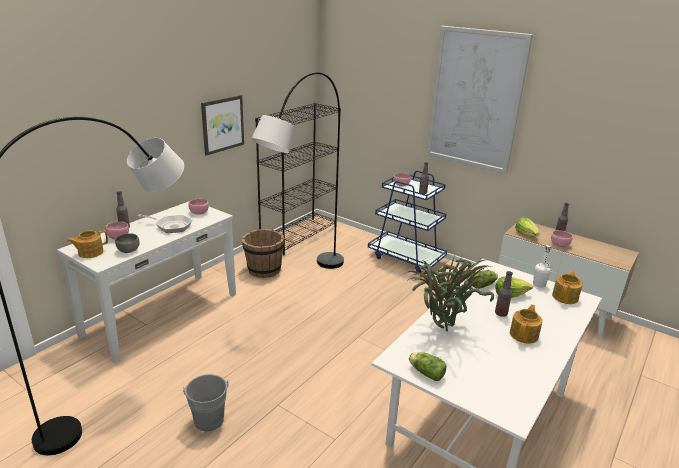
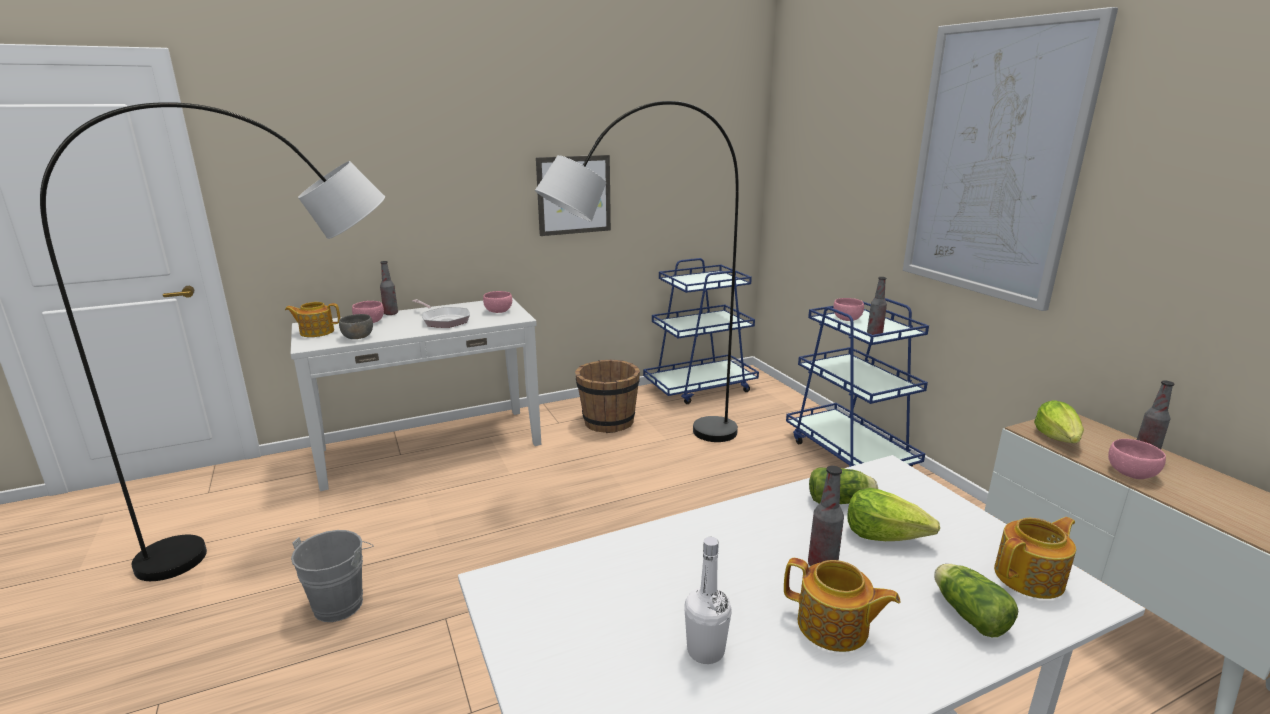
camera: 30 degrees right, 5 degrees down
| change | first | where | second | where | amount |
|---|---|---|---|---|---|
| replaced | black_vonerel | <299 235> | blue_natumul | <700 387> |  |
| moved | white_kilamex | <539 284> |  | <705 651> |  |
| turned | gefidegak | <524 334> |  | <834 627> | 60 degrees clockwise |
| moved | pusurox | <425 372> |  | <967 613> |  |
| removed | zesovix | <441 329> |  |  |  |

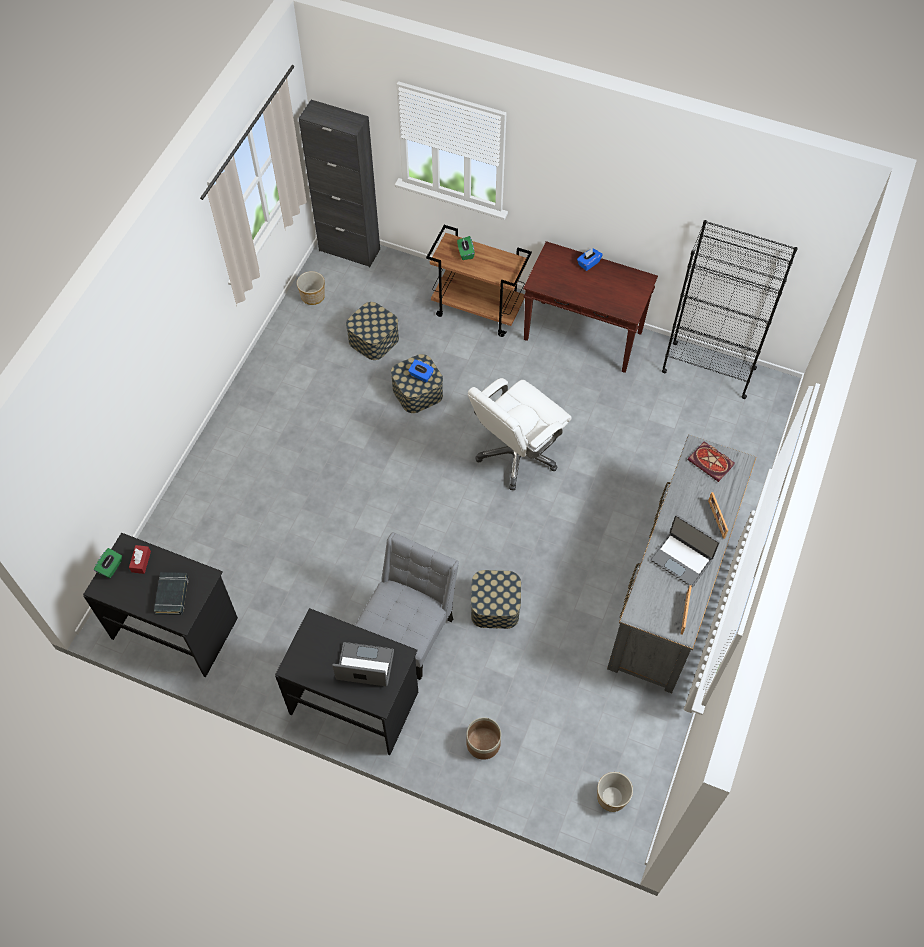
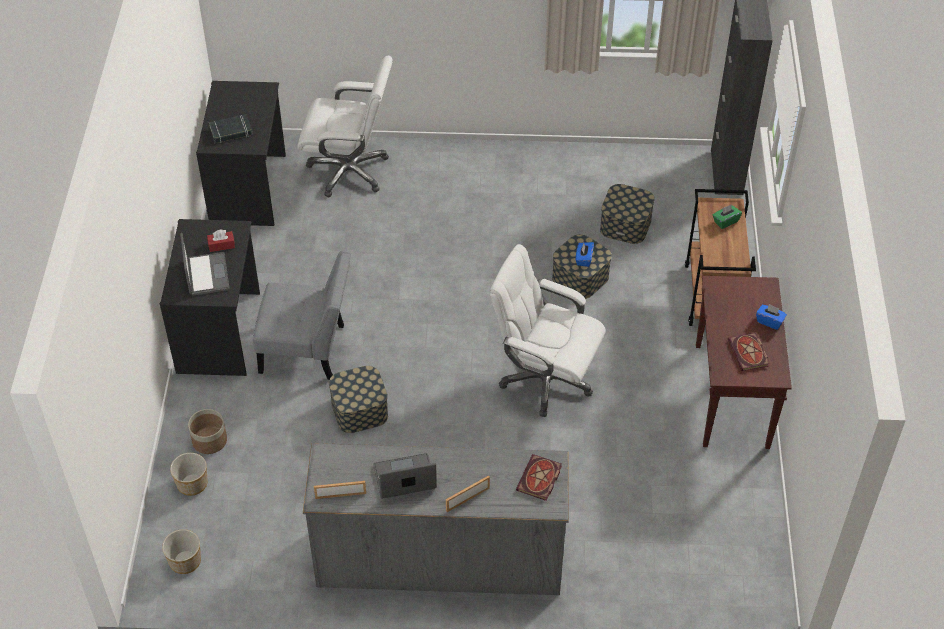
camera: 70 degrees right, 10 degrees down
| change | first | where | second | where | amount |
|---|---|---|---|---|---|
| moved | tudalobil | <312 296> |  | <192 483> |  |
| moved | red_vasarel | <141 561> |  | <221 245> |  |
| added |  |  | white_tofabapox | <350 170> |  |
| turned | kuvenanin | <681 559> |  | <405 479> | 60 degrees clockwise |
| added |  |  | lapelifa | <749 354> |  |
| removed | green_vasarel | <111 567> |  |  |  |
| removed | black_vonerel | <708 370> |  |  |  |

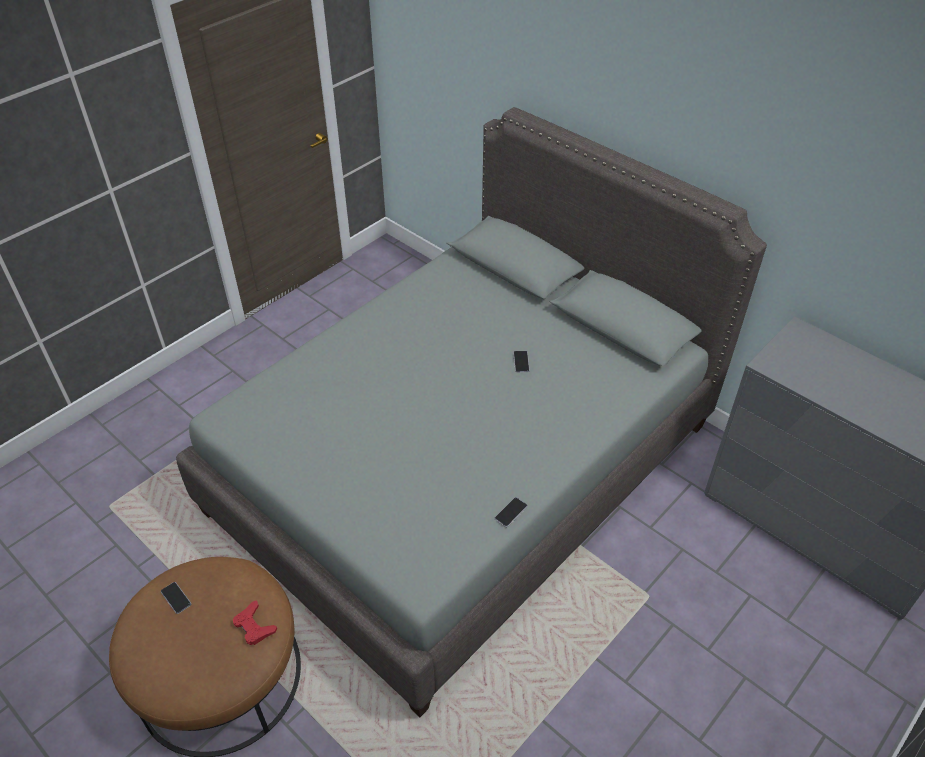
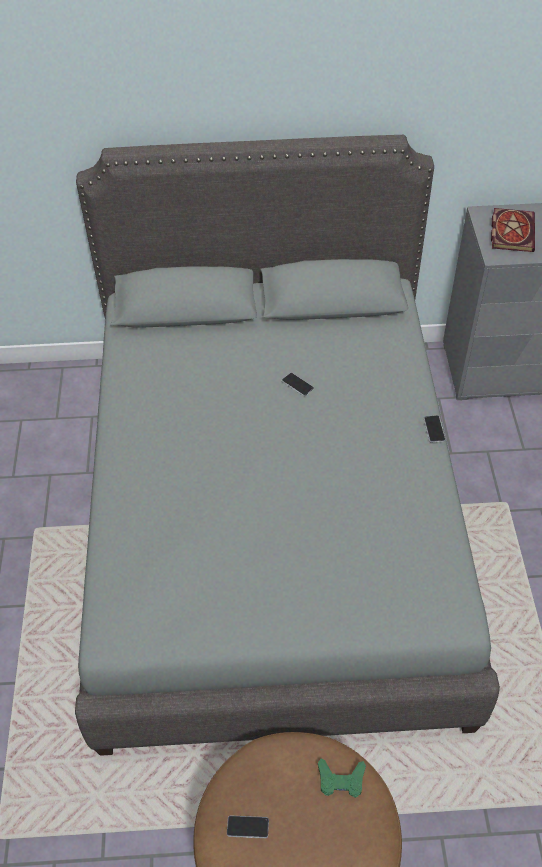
camera: 45 degrees left, 5 degrees up
| change | first | where | second | where | amount |
|---|---|---|---|---|---|
| recoloured | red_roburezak | <254 626> | green_roburezak | <341 780> |  |
| moved | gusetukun | <511 512> |  | <434 429> |  |
| added |  |  | lapelifa | <511 231> |  |

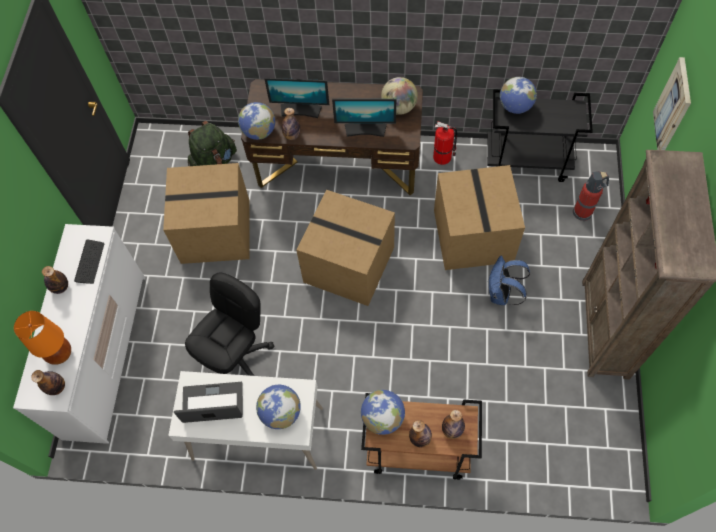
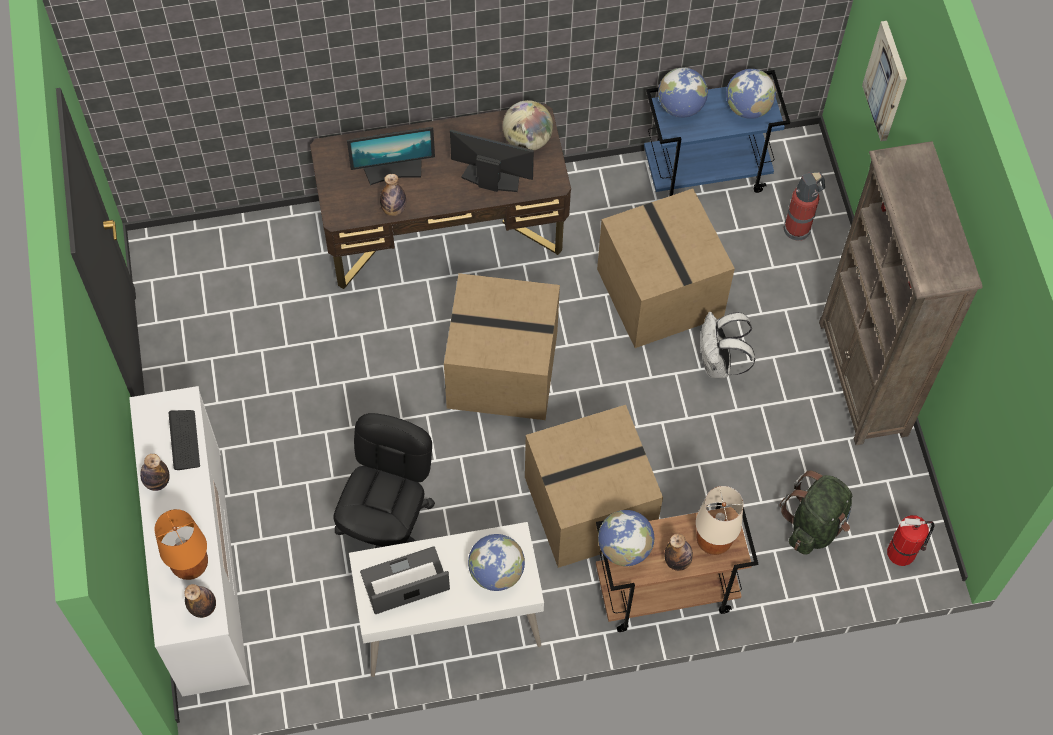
camera: 20 degrees left, 0 degrees up
| change | first | where | second | where | amount |
|---|---|---|---|---|---|
| turned | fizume | <365 129> |  | <491 179> | 150 degrees counterclockwise |
| moved | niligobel | <214 232> |  | <588 508> |  |
| recoloured | black_natumul | <527 161> | blue_natumul | <706 173> |  |
| replaced | kilamex | <452 430> | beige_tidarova | <713 542> |  |
| recoloured | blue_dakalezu | <501 294> | white_dakalezu | <718 364> |  |
| moved | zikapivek | <259 132> |  | <748 108> |  |
| moved | green_dakalezu | <214 161> |  | <815 524> |  |
| moved | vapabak | <443 157> |  | <903 552> |  |

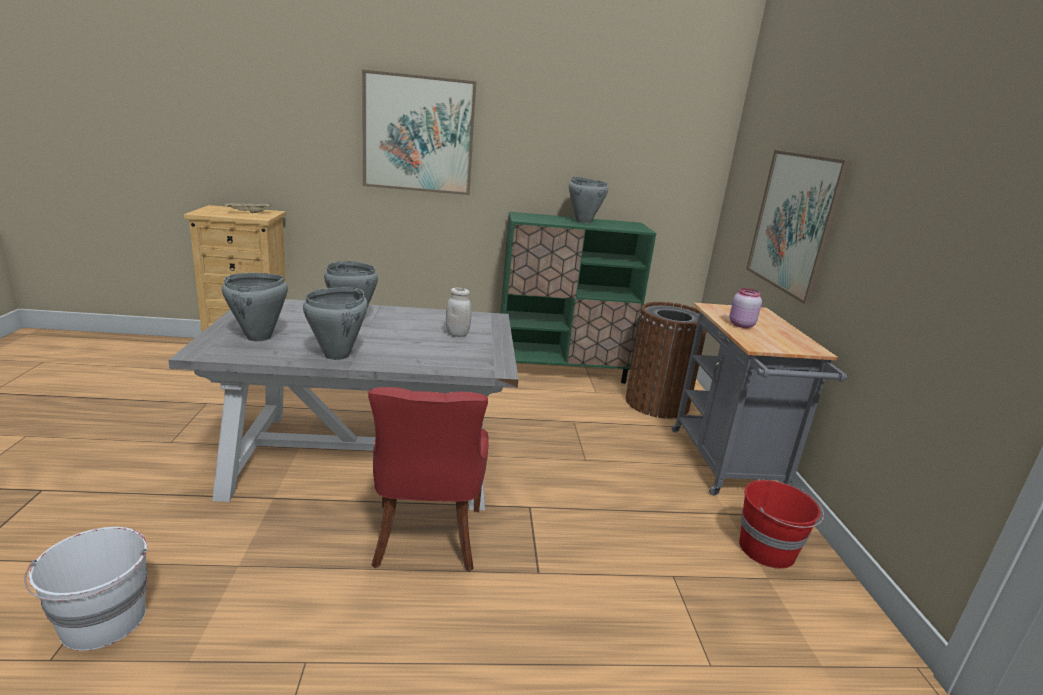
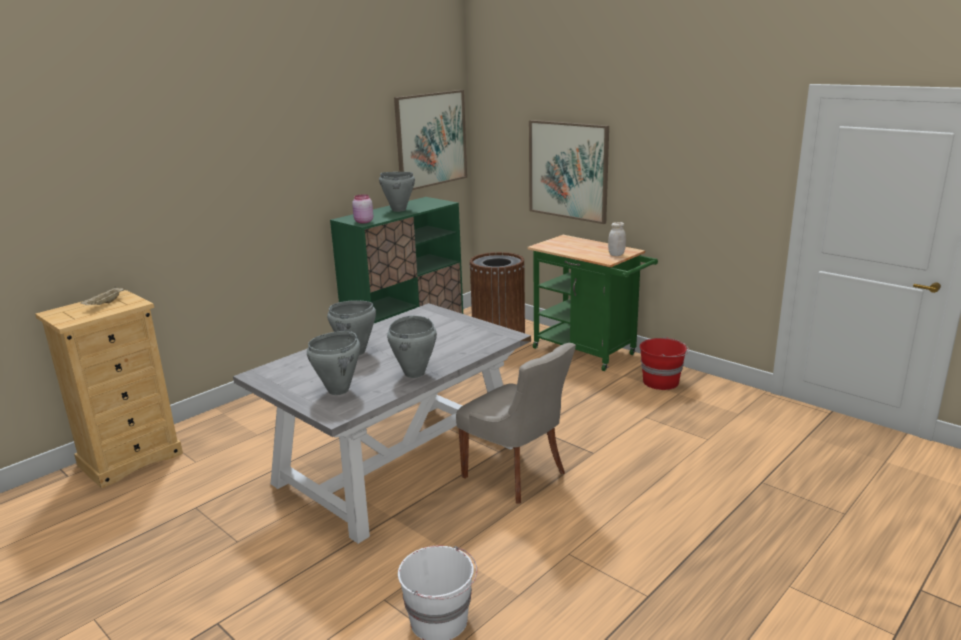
camera: 40 degrees left, 0 degrees up
| change | first | where | second | where | amount |
|---|---|---|---|---|---|
| moved | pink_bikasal | <740 325> |  | <363 222> |  |
| moved | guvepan | <418 134> |  | <431 139> |  |
| recoloured | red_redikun | <426 538> | grey_redikun | <517 475> |  |
| recoloured | grey_natumul | <728 467> | green_natumul | <589 352> |  |
| moved | white_bikasal | <457 334> |  | <616 254> |  |

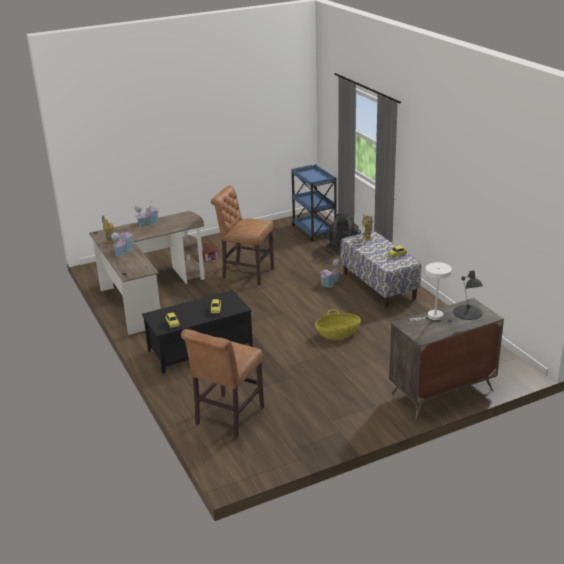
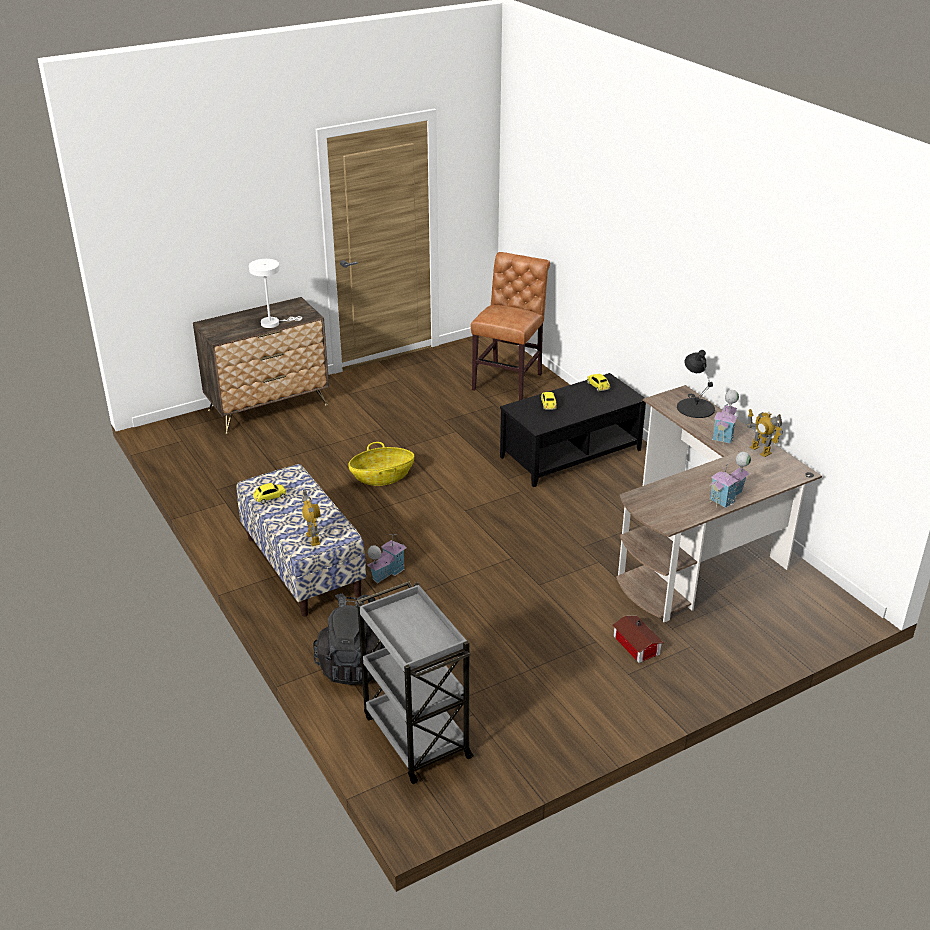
camera: 175 degrees right, 5 degrees up
| change | first | where | second | where | amount |
|---|---|---|---|---|---|
| recoloured | blue_natumul | <314 231> | grey_natumul | <415 735> |  |
| moved | black_tidarova | <467 312> |  | <695 407> |  |
| removed | brown_redikun | <245 273> |  |  |  |

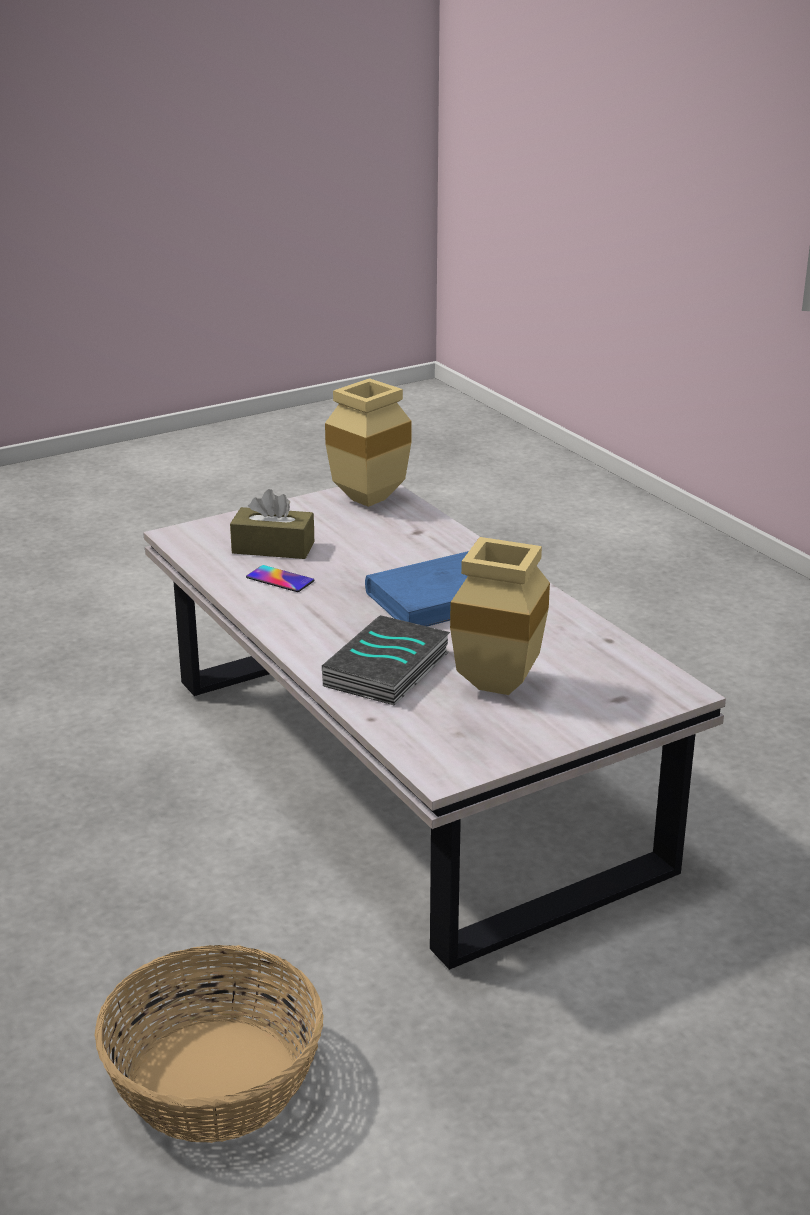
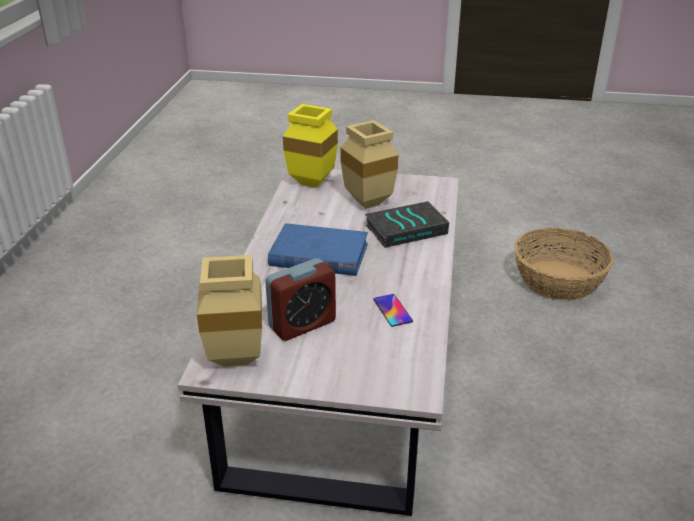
camera: 140 degrees left, 5 degrees up
| change | first | where | second | where | amount |
|---|---|---|---|---|---|
| added |  |  | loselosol | <302 324> |  |
| added |  |  | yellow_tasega | <314 183> |  |
| removed | brown_vasarel | <273 548> |  |  |  |

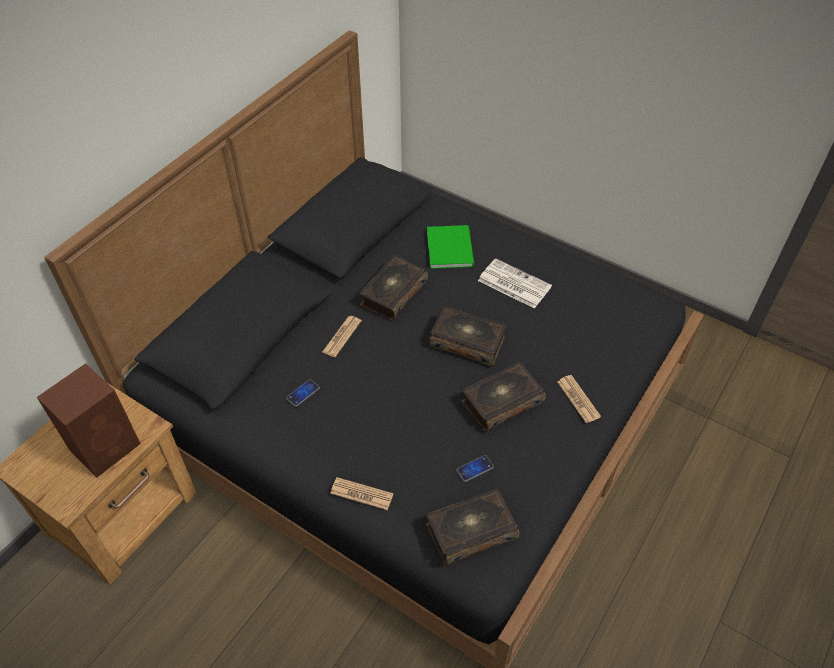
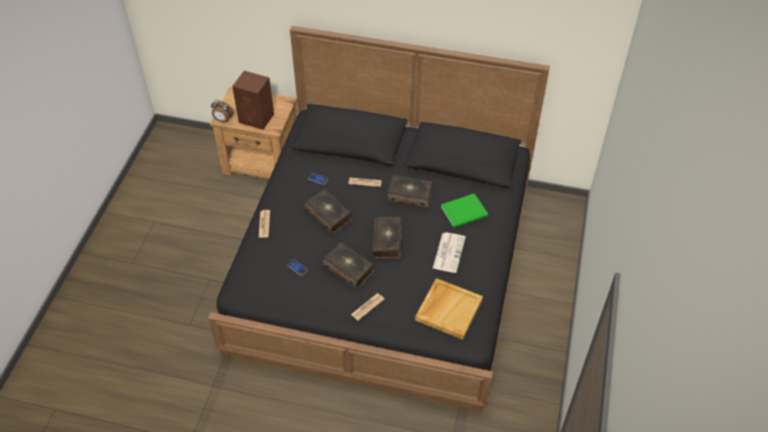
camera: 70 degrees right, 0 degrees up
| change | first | where | second | where | amount |
|---|---|---|---|---|---|
| added |  |  | loselosol | <223 120> |  |
| moved | lapelifa | <470 531> |  | <328 215> |  |
| added |  |  | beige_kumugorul | <448 309> |  |

